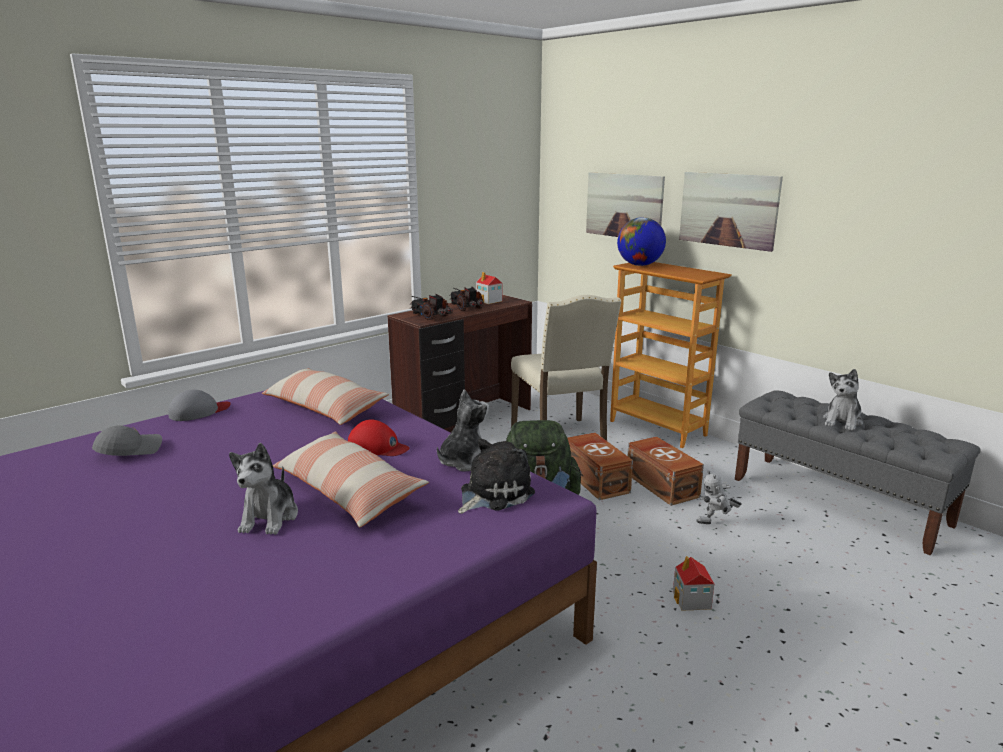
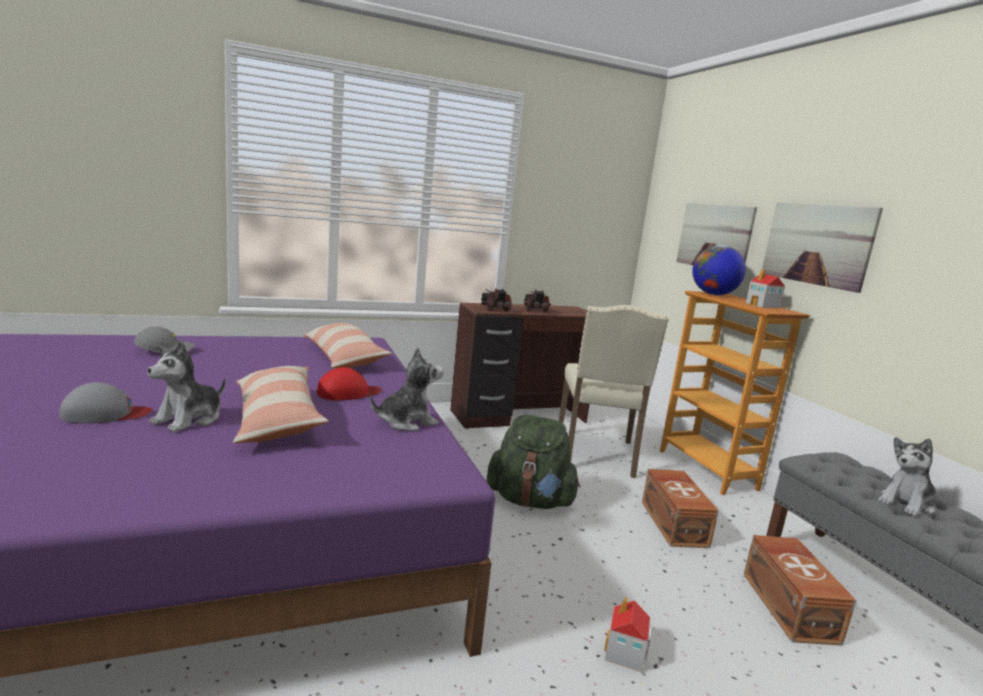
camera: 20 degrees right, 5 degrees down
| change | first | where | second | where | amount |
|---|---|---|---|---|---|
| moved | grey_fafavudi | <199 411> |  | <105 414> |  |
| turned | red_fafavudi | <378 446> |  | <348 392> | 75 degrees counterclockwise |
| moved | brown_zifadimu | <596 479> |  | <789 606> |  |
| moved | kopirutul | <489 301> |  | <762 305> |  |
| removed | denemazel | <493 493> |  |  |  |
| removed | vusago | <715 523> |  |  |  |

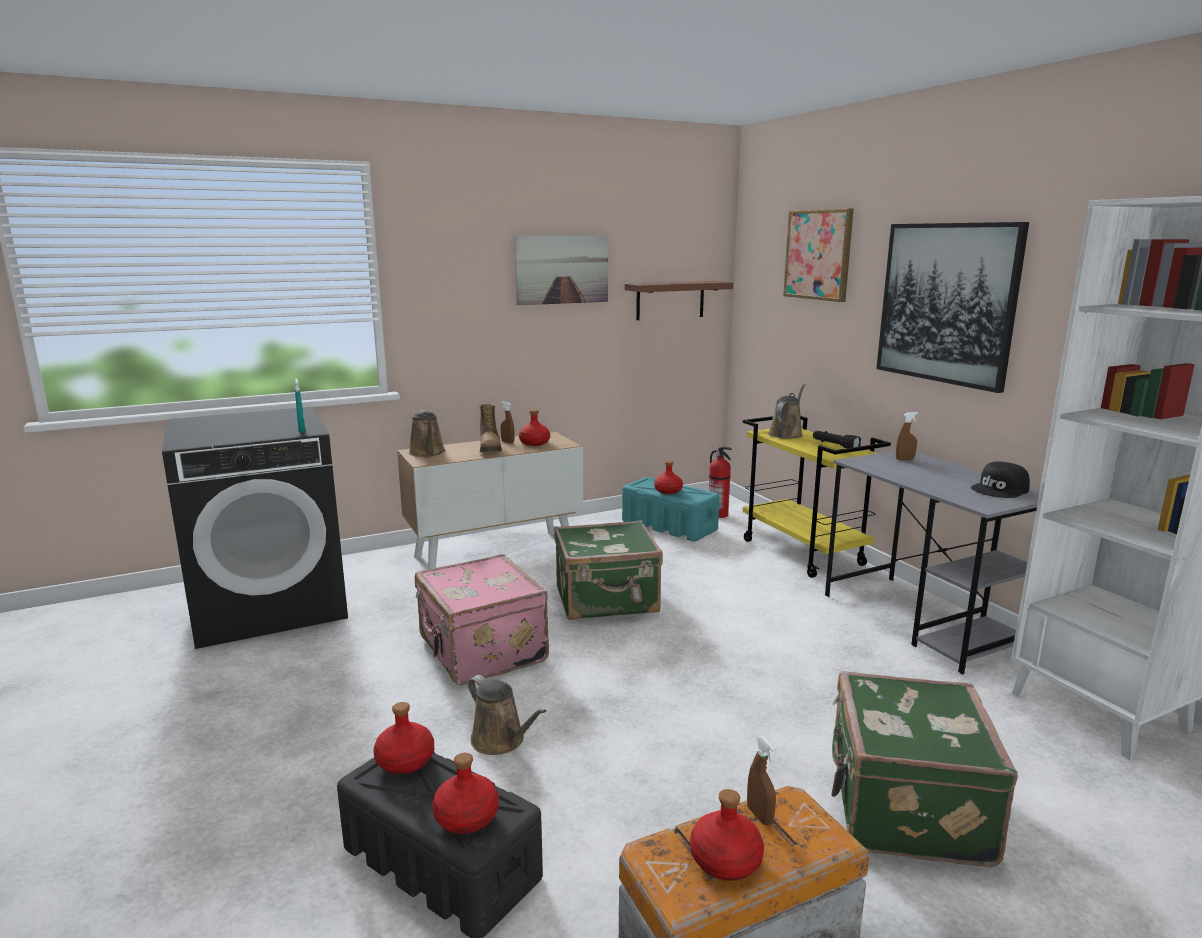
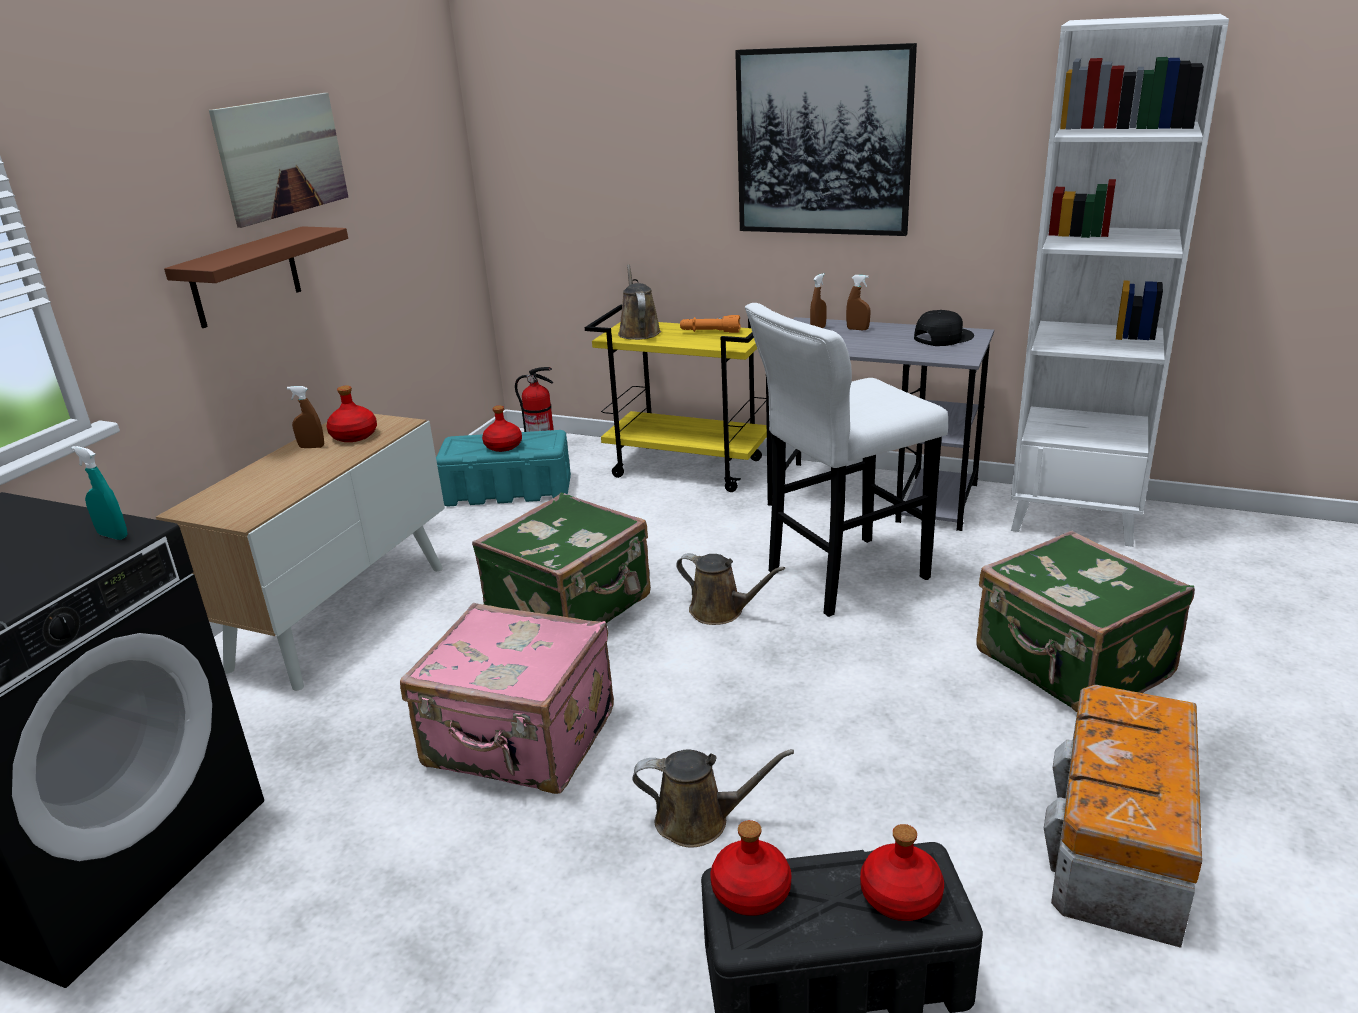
camera: 40 degrees left, 10 degrees up
| change | first | where | second | where | amount |
|---|---|---|---|---|---|
| moved | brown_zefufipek | <670 300> |  | <245 277> |  |
| moved | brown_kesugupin | <427 453> |  | <721 611> |  |
| recoloured | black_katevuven | <834 445> | orange_katevuven | <710 332> |  |
| added |  |  | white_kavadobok | <841 577> |  |
| moved | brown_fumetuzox | <759 815> |  | <857 329> |  |
| turned | black_fafavudi | <1000 489> |  | <942 337> | 135 degrees counterclockwise |
| removed | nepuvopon | <490 449> |  |  |  |
| removed | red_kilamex | <726 860> |  |  |  |
| removed | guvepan | <818 255> |  |  |  |

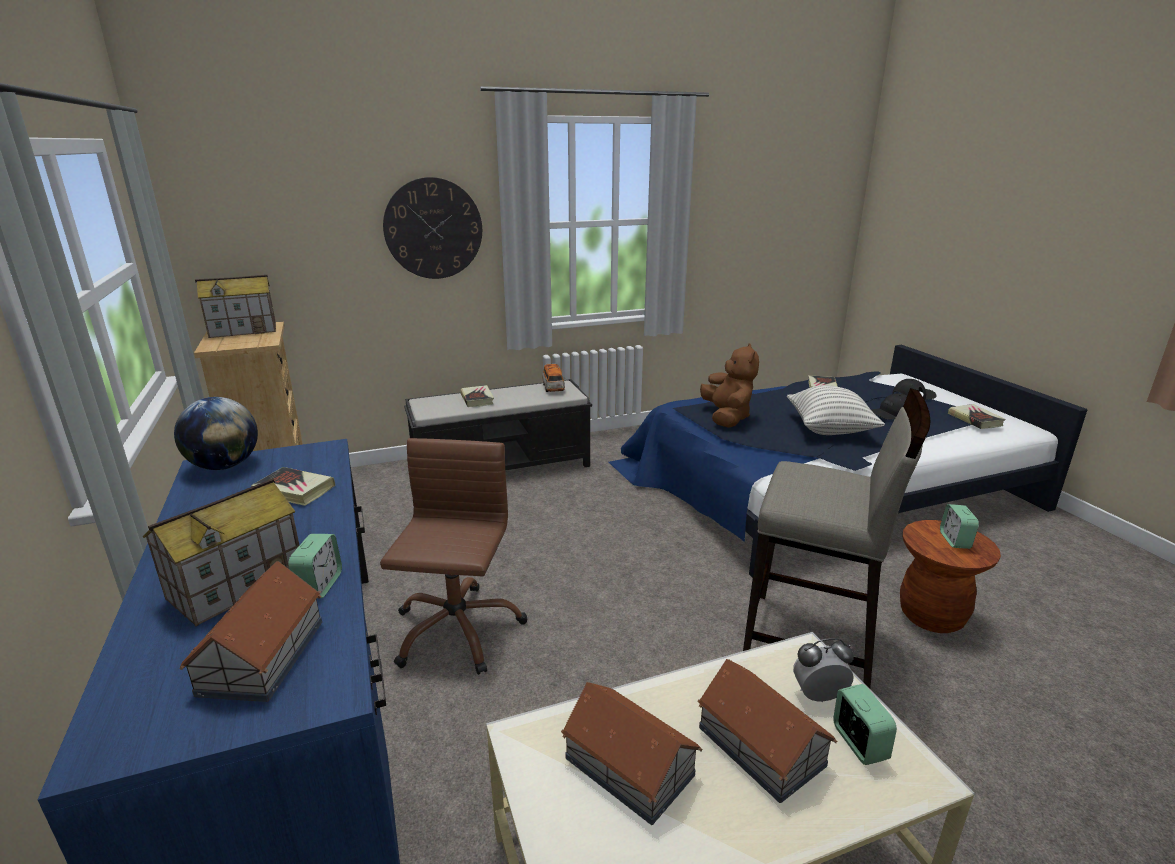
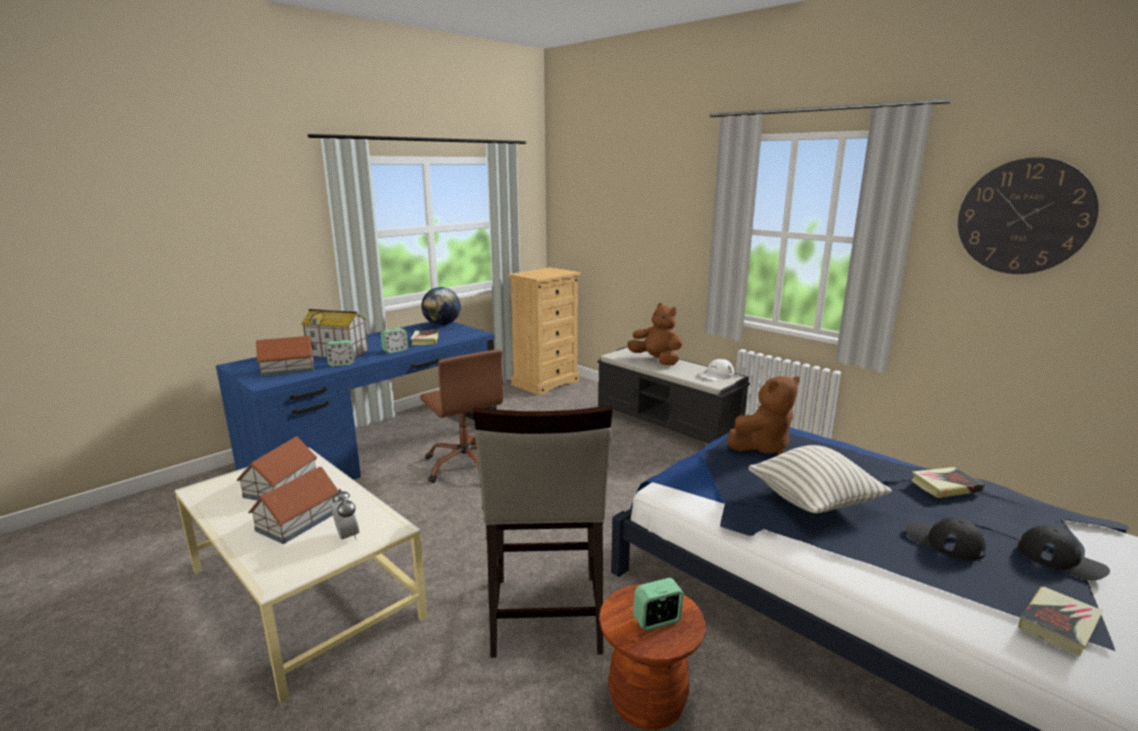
camera: 65 degrees right, 5 degrees down
| change | first | where | second | where | amount |
|---|---|---|---|---|---|
| moved | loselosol | <858 743> |  | <395 350> |  |
| turned | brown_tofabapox | <456 630> |  | <466 465> | 75 degrees clockwise |
| replaced | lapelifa | <477 399> | brown_denemazel | <656 360> |  |
| replaced | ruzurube | <553 388> | white_fafavudi | <716 375> |  |
| moved | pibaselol | <433 229> |  | <1023 217> |  |
| removed | kopirutul | <244 330> |  |  |  |

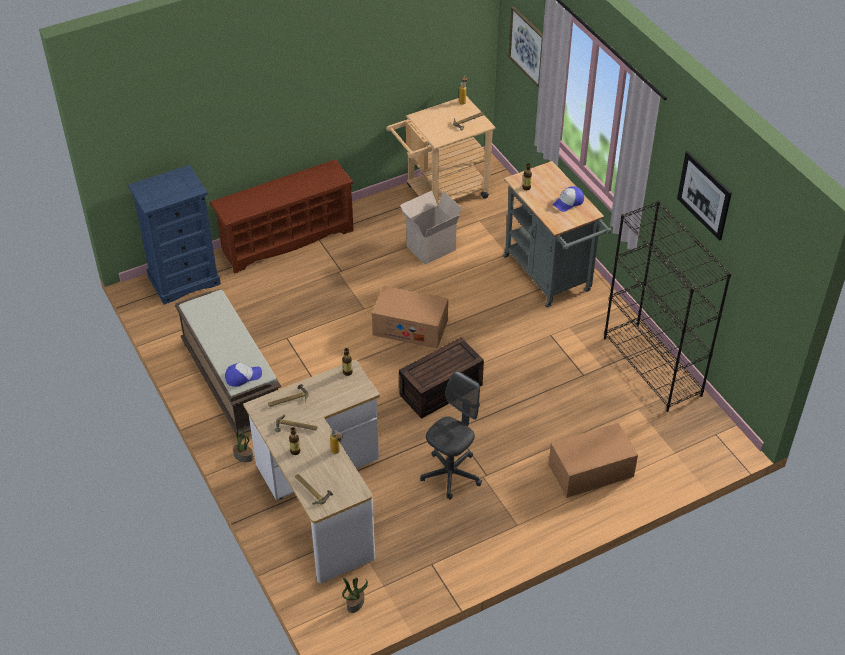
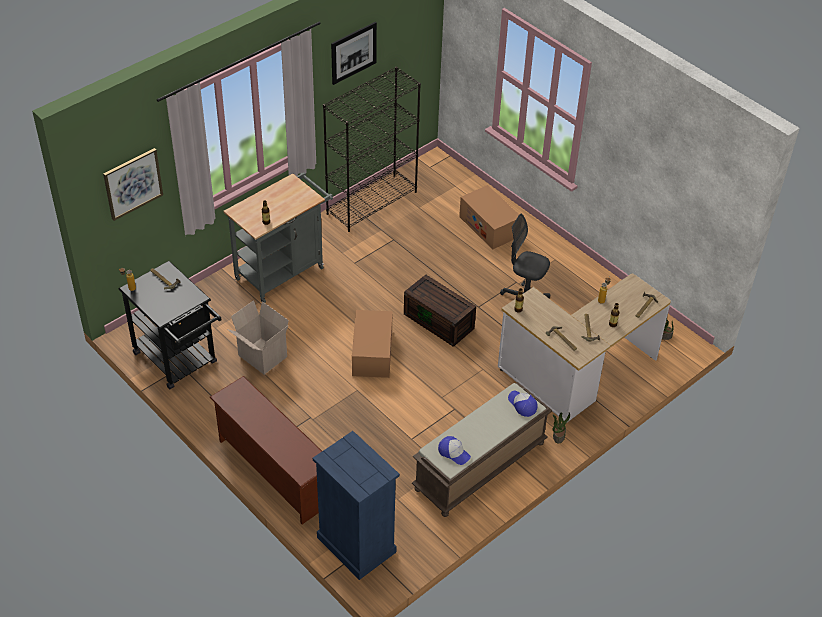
camera: 105 degrees left, 0 degrees up
| change | first | where | second | where | amount |
|---|---|---|---|---|---|
| recoloured | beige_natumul | <441 193> | black_natumul | <179 361> |  |
| moved | fafavudi | <568 202> |  | <454 452> |  |

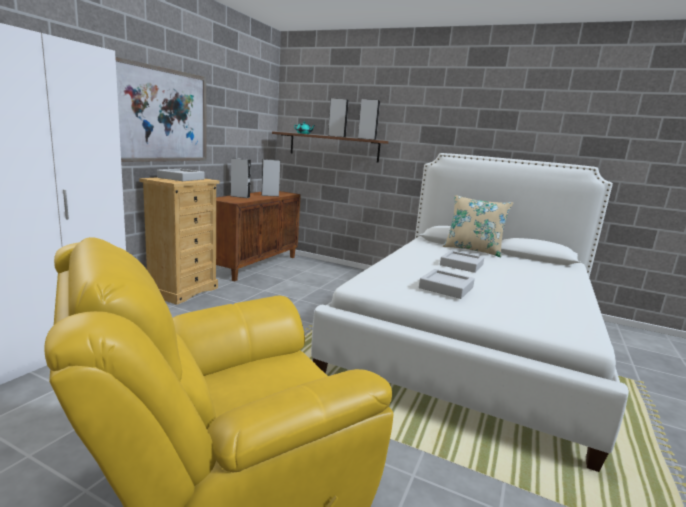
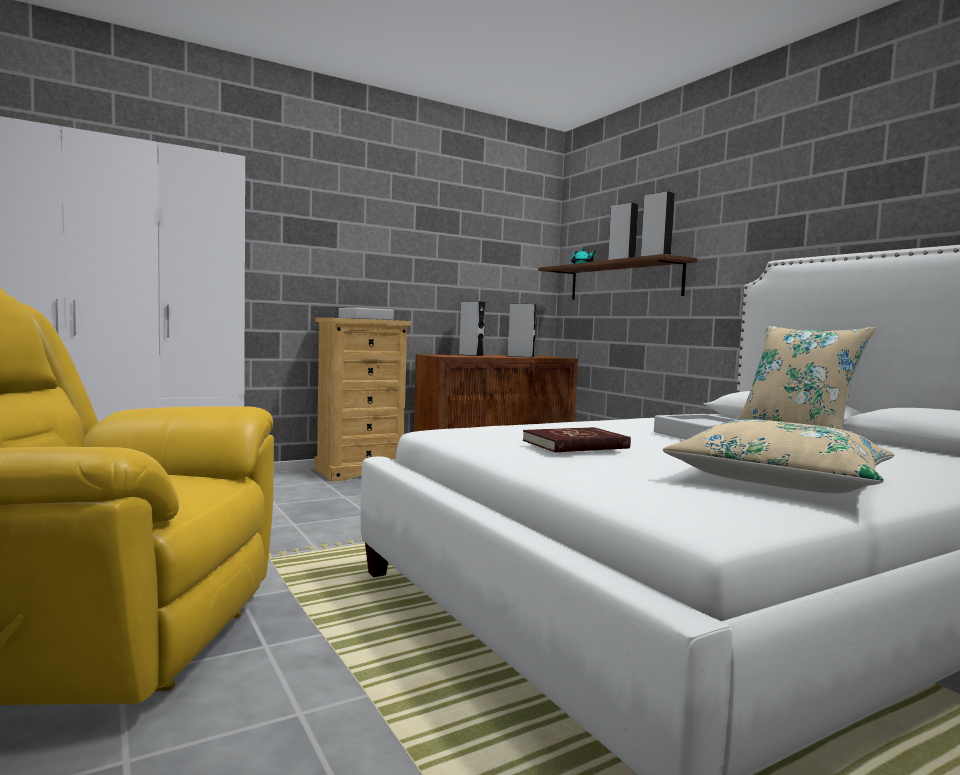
camera: 35 degrees right, 10 degrees down
| change | first | where | second | where | amount |
|---|---|---|---|---|---|
| replaced | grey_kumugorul | <446 288> | red_lapelifa | <575 444> |  |
| added |  |  | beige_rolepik | <779 480> |  |
| removed | guvepan | <163 115> |  |  |  |

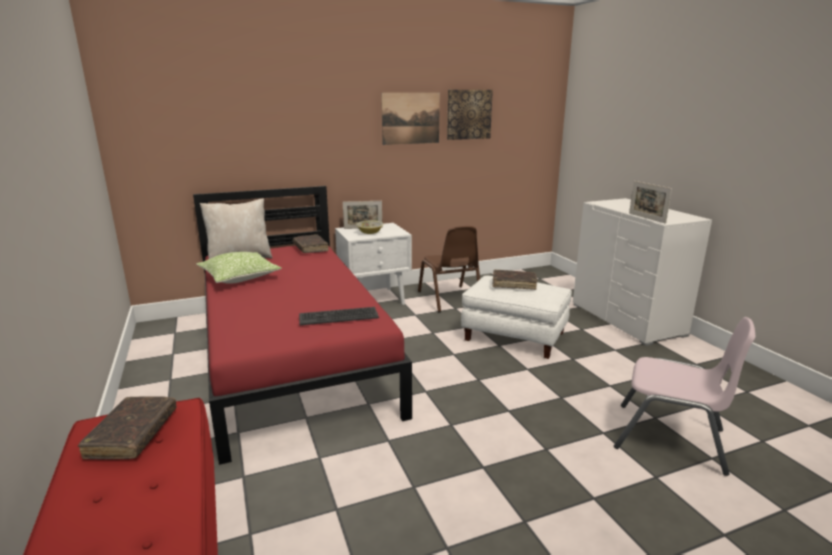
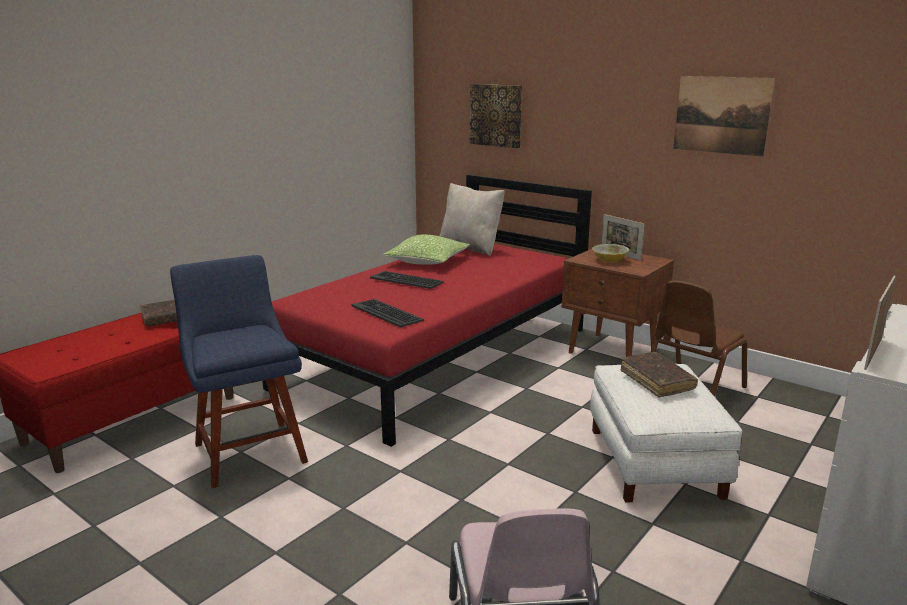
camera: 60 degrees right, 0 degrees up
| change | first | where | second | where | amount |
|---|---|---|---|---|---|
| added |  |  | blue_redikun | <248 450> |  |
| added |  |  | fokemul | <407 280> |  |
| moved | guvepan | <468 114> |  | <496 115> |  |
| recoloured | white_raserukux | <375 299> | brown_raserukux | <613 351> |  |
| removed | brown_lapelifa | <310 248> |  |  |  |

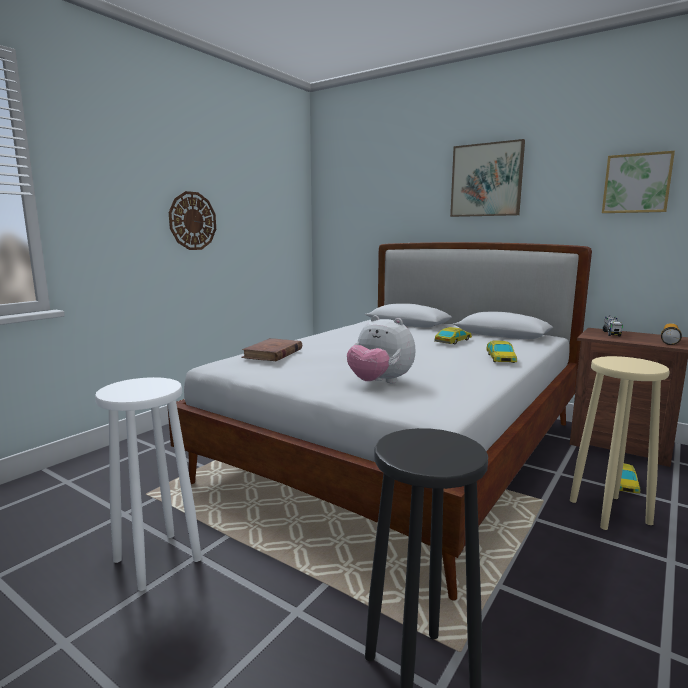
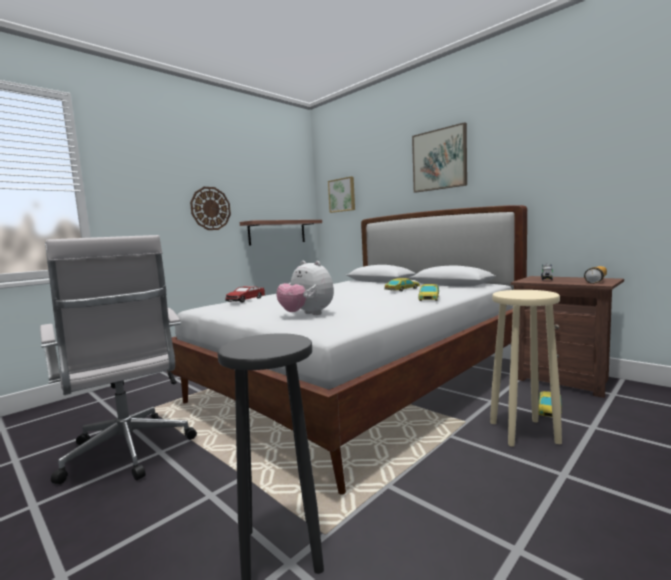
camera: 10 degrees right, 5 degrees down
| change | first | where | second | where | amount |
|---|---|---|---|---|---|
| replaced | white_kavadobok | <156 560> | white_tofabapox | <129 454> |  |
| replaced | brown_lapelifa | <273 353> | ruzurube | <245 300> |  |
| added |  |  | zefufipek | <277 232> |  |
| moved | guvepan | <637 183> |  | <342 195> |  |

